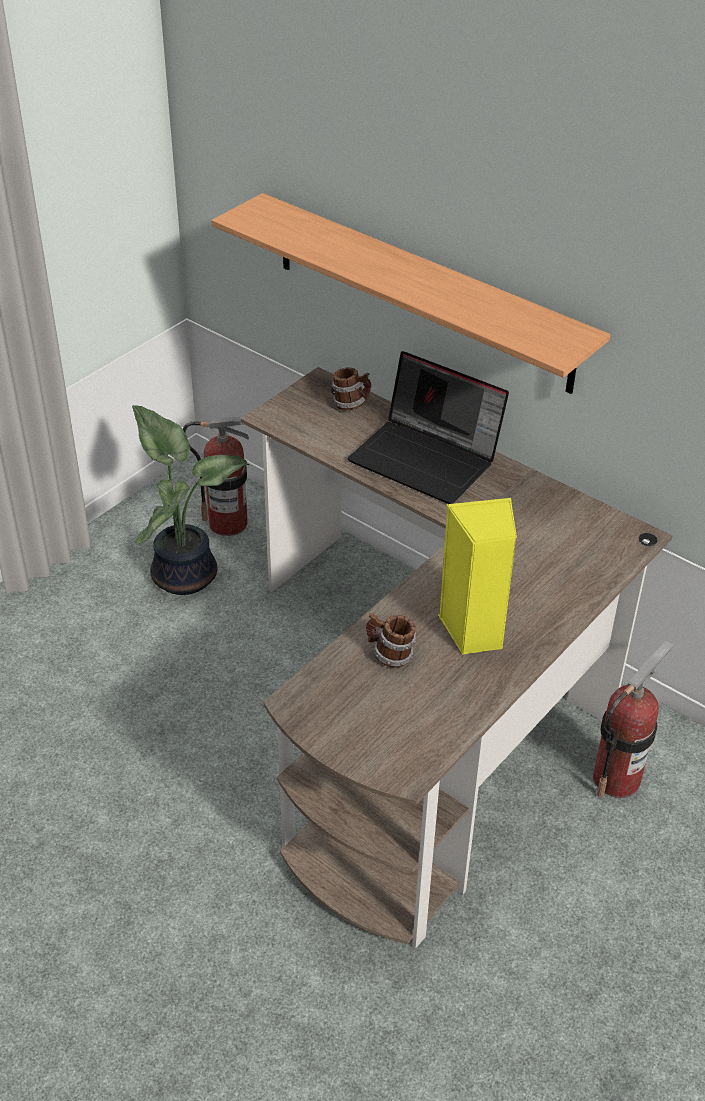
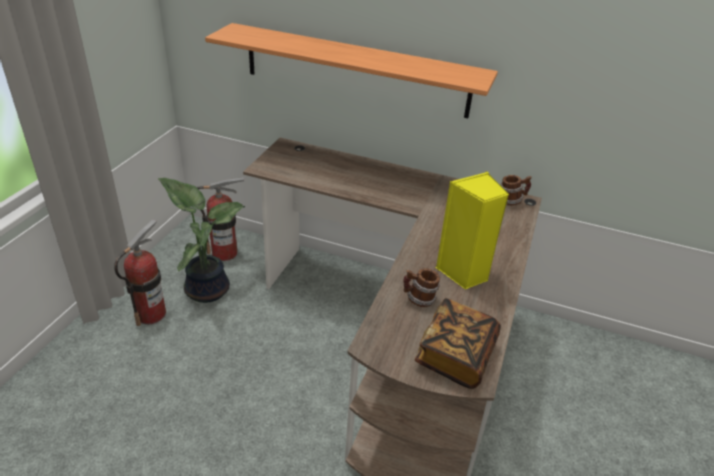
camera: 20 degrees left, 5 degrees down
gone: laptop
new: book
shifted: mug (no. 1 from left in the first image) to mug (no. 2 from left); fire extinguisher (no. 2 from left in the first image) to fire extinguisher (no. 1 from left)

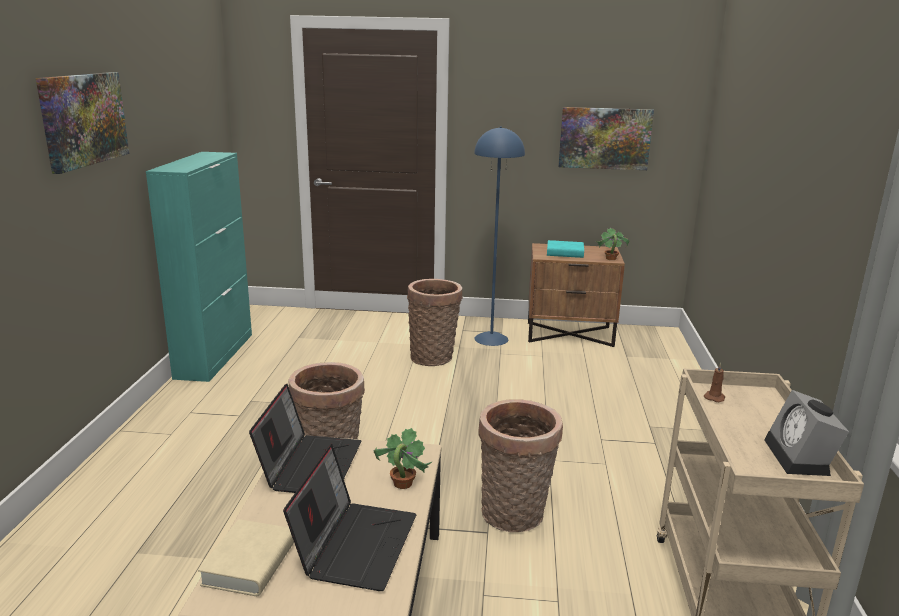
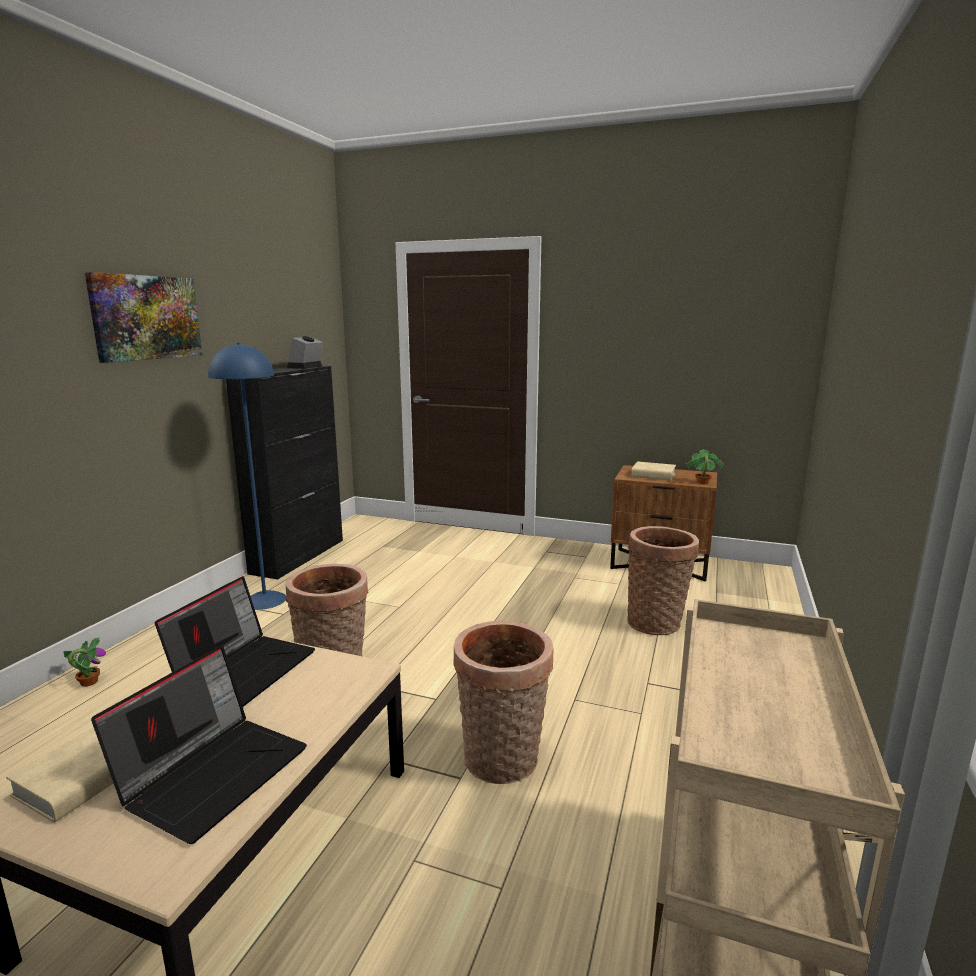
camera: 15 degrees right, 5 degrees down
gone: picture (no. 2 from left); brown candle
shifted: potted plant (no. 1 from left); basket (no. 2 from left in the first image) to basket (no. 3 from left); blue floor lamp; alarm clock
repainted: turquoise cabinet to black cabinet; turquoise book to beige book (no. 2 from left)

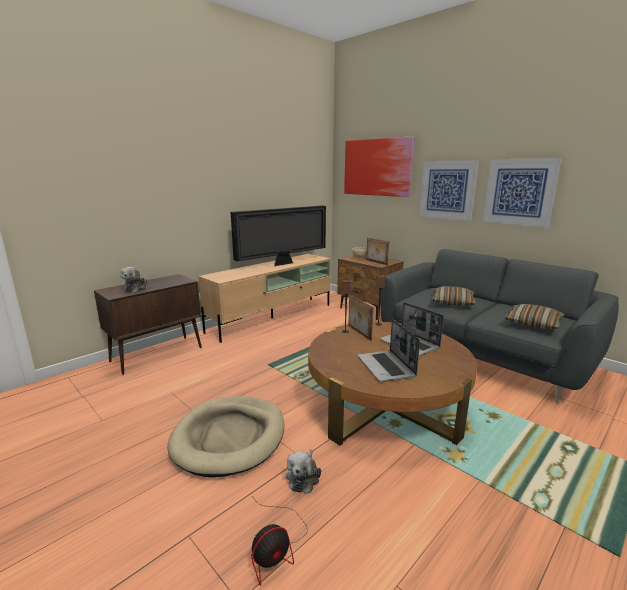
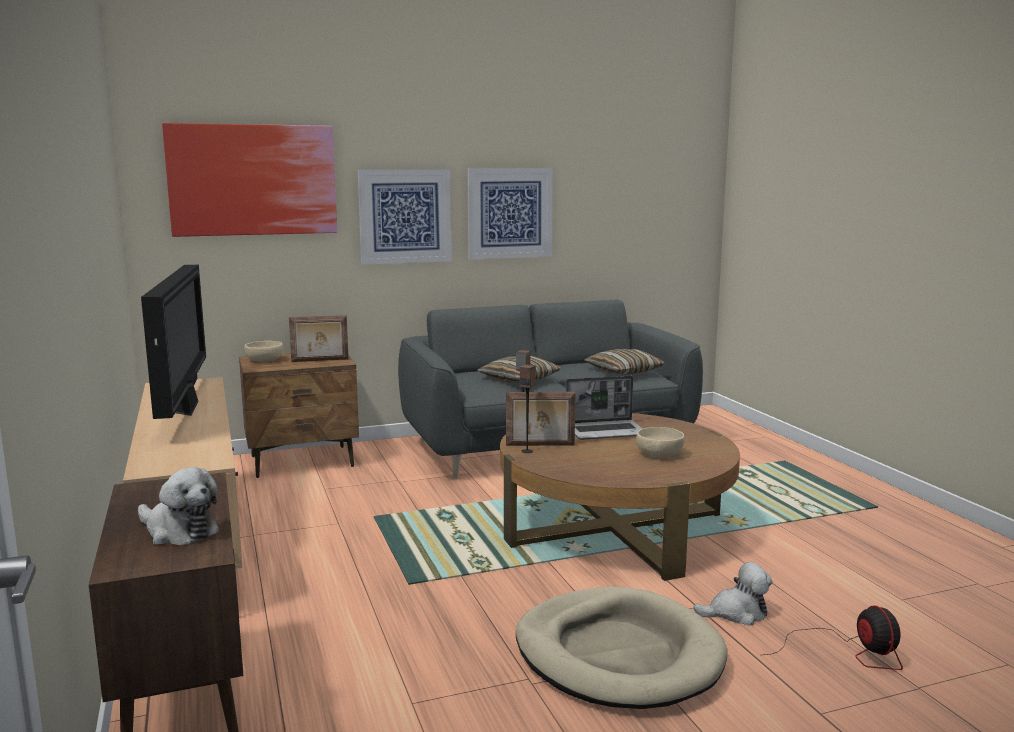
camera: 65 degrees left, 5 degrees down
swapped: laptop (no. 1 from left) to beige bowl (no. 2 from left)
rotated: plush toy (no. 2 from left) 45 degrees counterclockwise

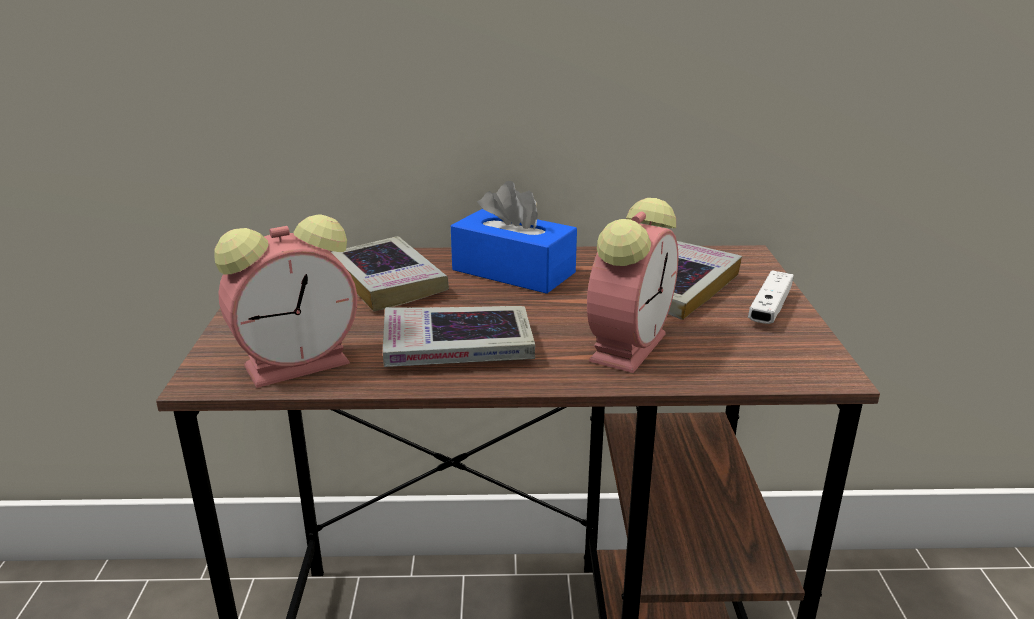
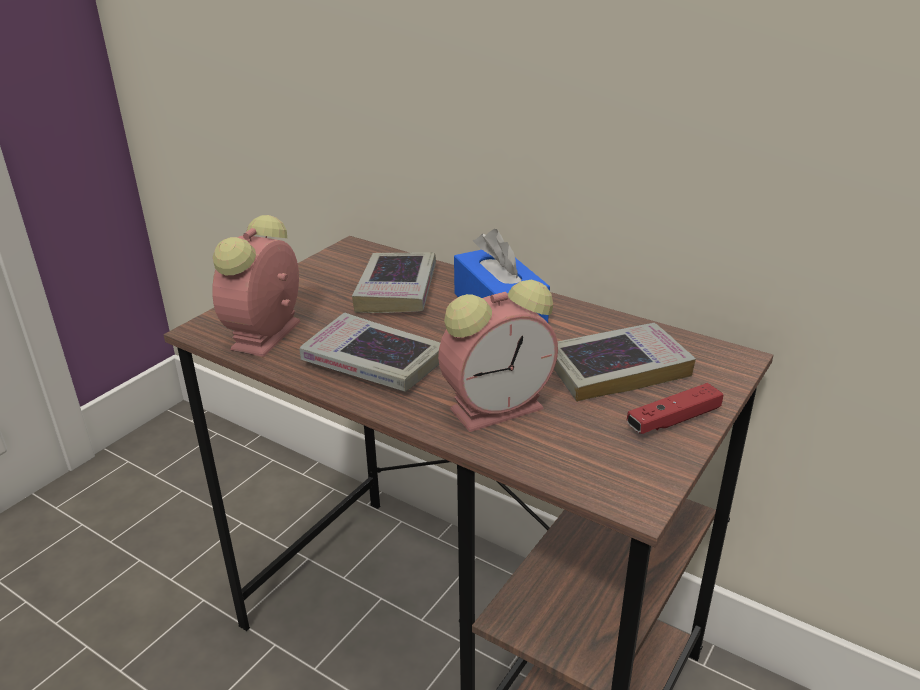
camera: 35 degrees right, 5 degrees up
repainted: white game controller to red game controller
rotated: alarm clock (no. 1 from left) 105 degrees clockwise

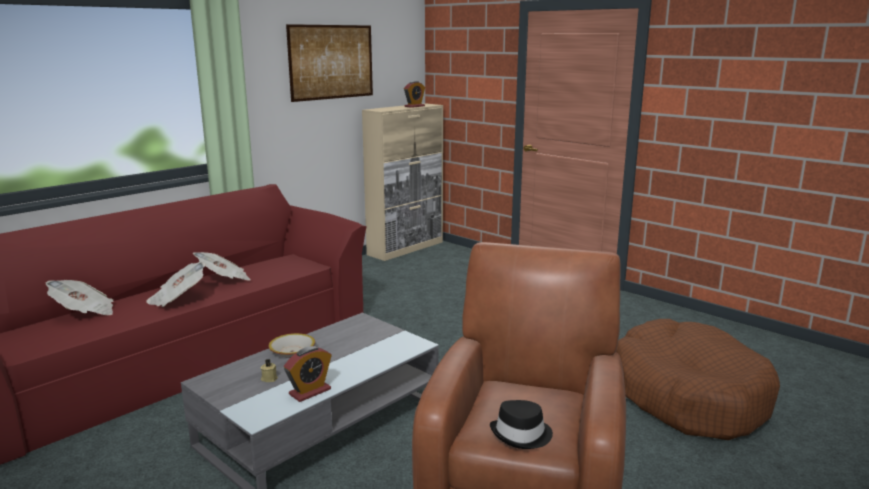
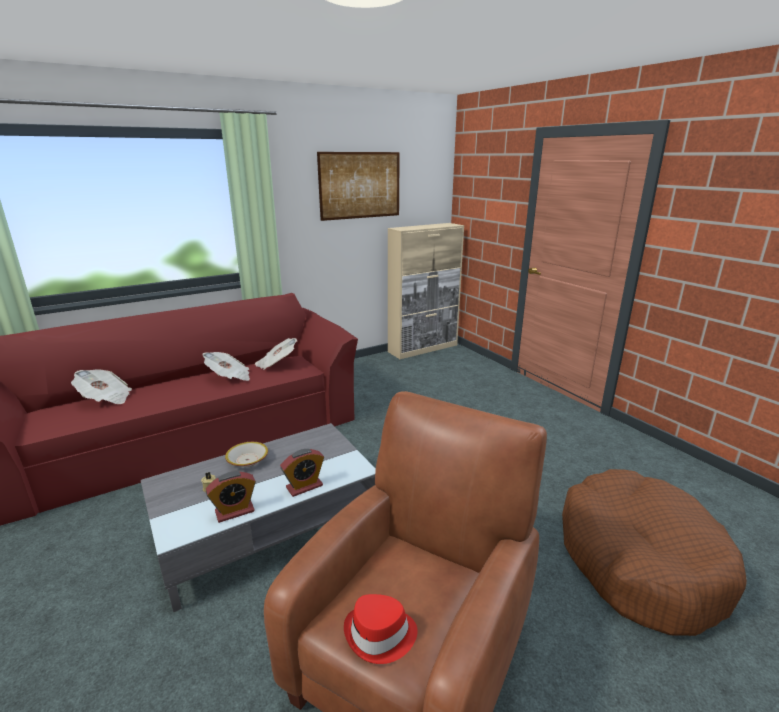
camera: 15 degrees right, 5 degrees up
shifted: newspaper (no. 2 from left in the first image) to newspaper (no. 3 from left); alarm clock (no. 2 from left)
repainted: black hat to red hat

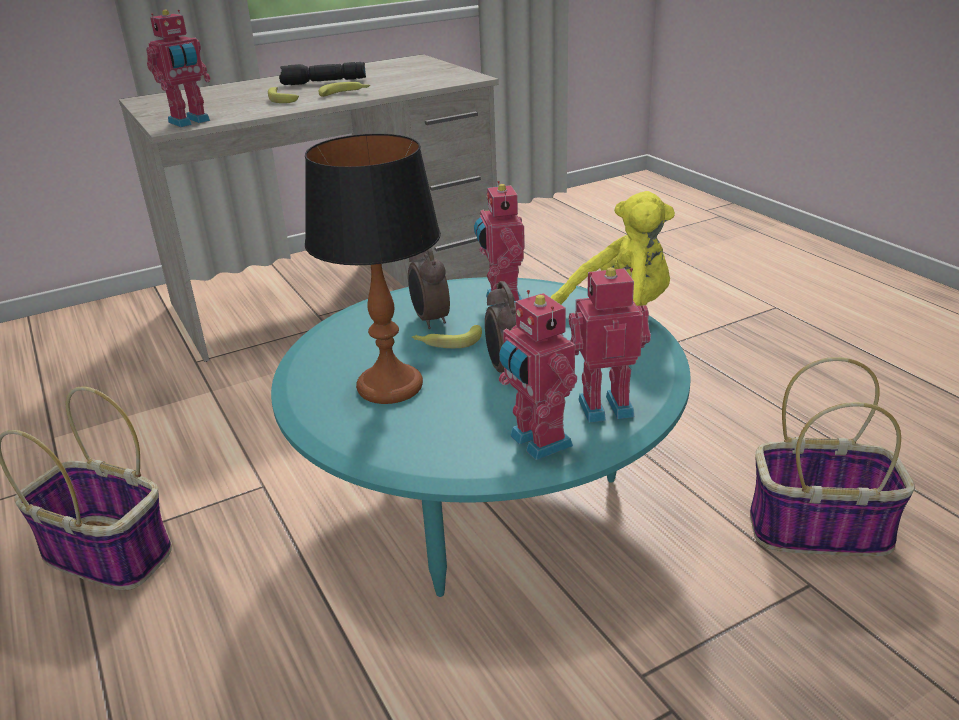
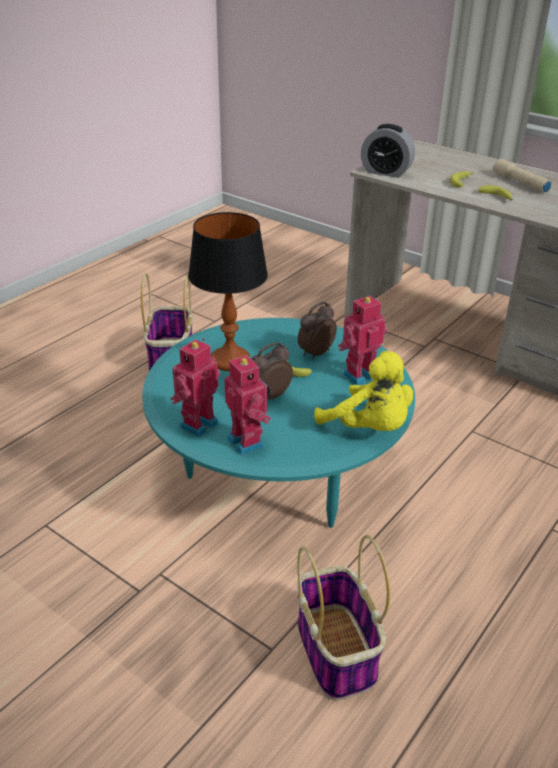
camera: 65 degrees right, 5 degrees up
swapped: toy robot (no. 1 from left) to alarm clock (no. 3 from left)
repainted: black flashlight to beige flashlight

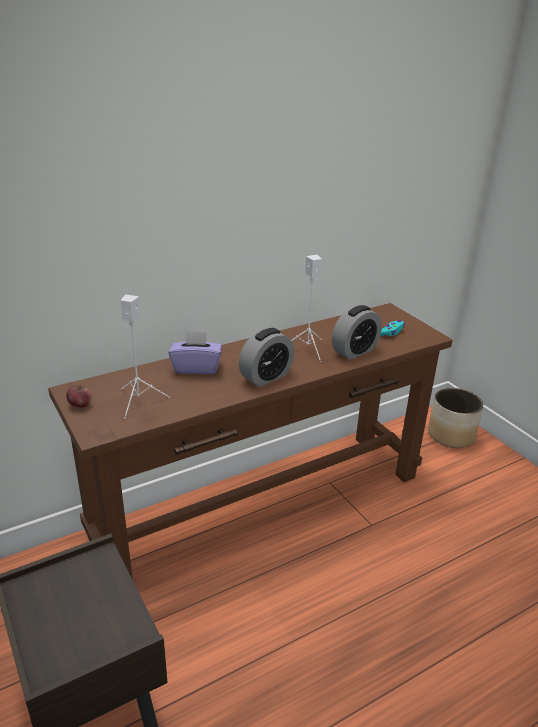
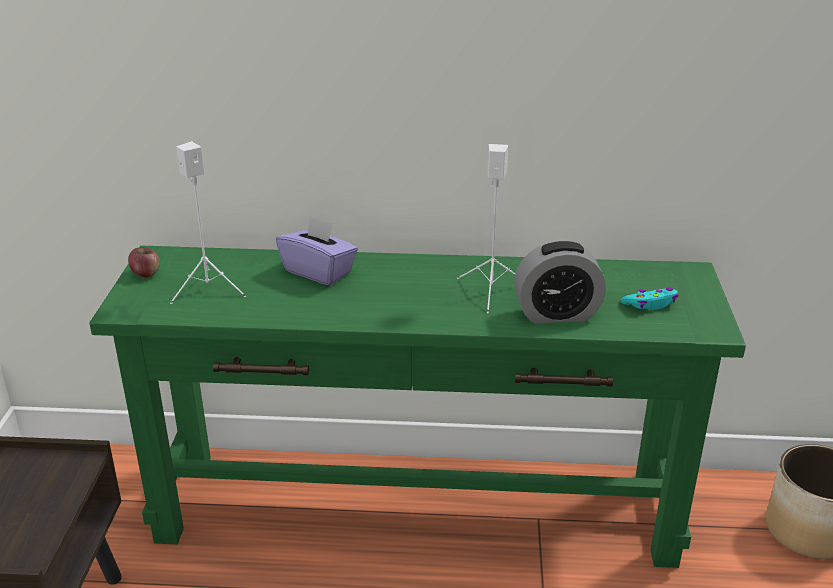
camera: 35 degrees right, 0 degrees up
gone: alarm clock (no. 1 from left)
repainted: brown console table to green console table

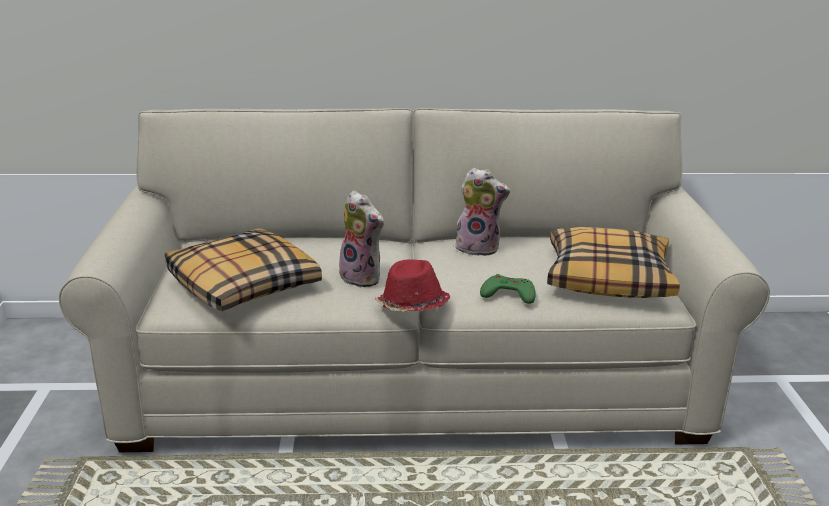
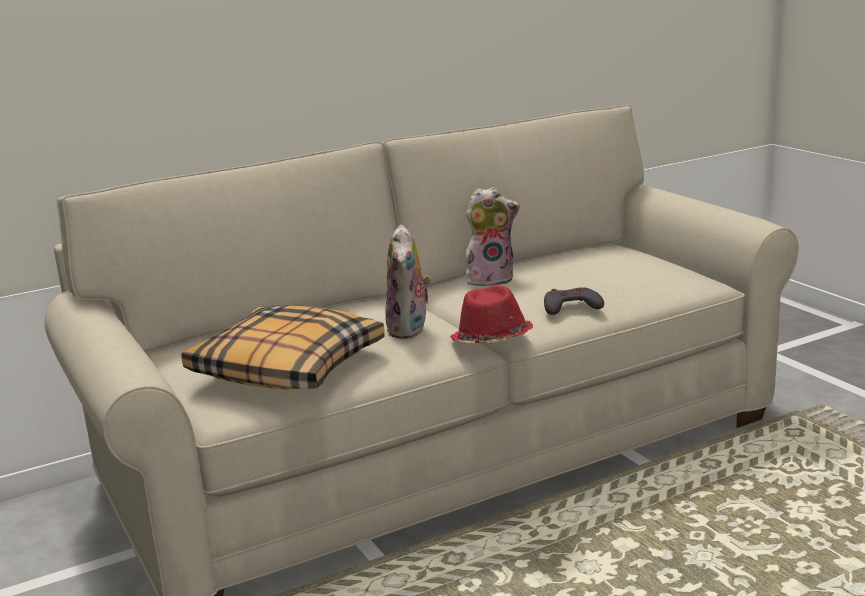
camera: 25 degrees left, 5 degrees down
gone: pillow (no. 2 from left)
repainted: green game controller to grey game controller
rotated: plush toy (no. 1 from left) 75 degrees clockwise

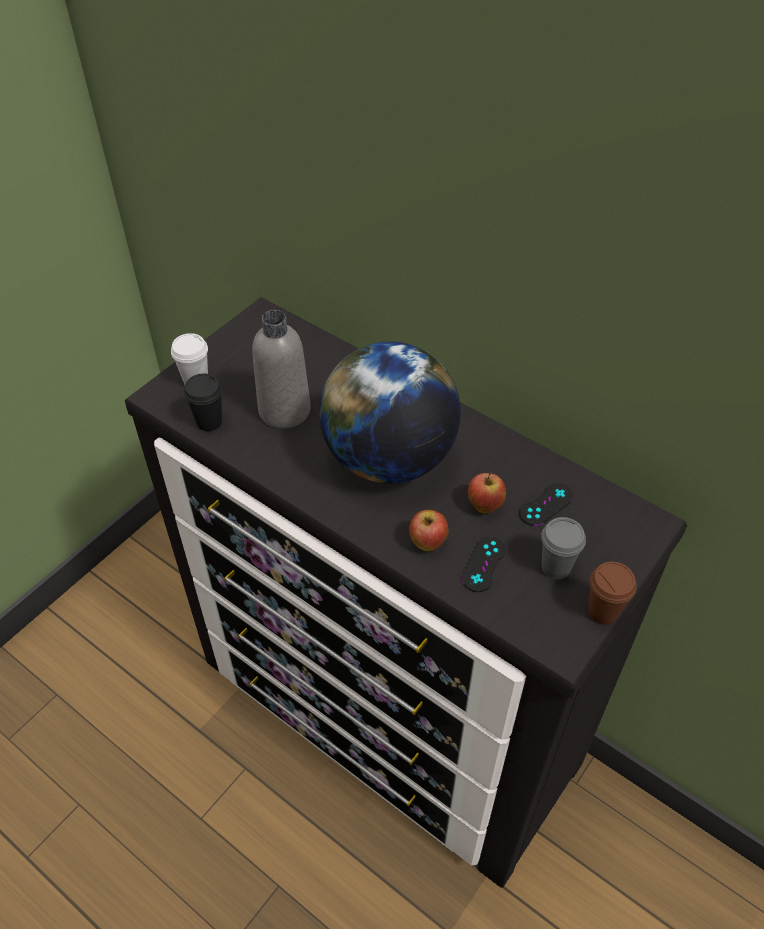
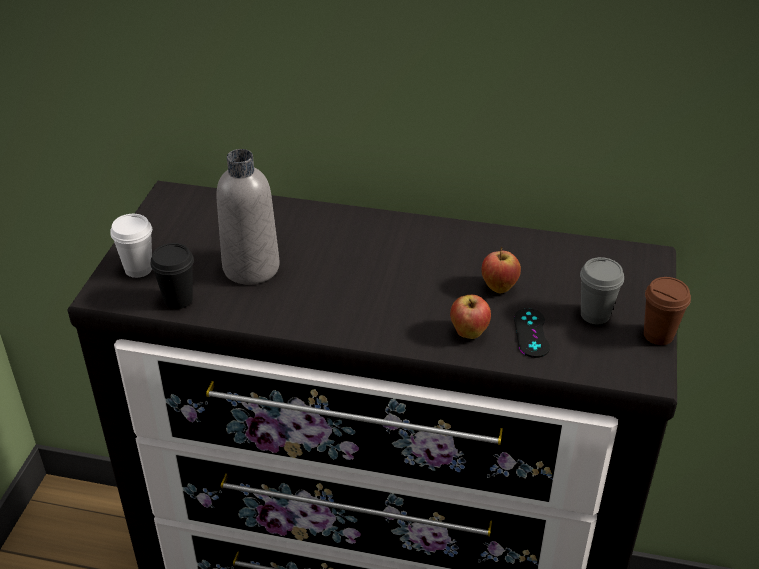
camera: 25 degrees left, 10 degrees down
gone: globe; black game controller (no. 2 from left)

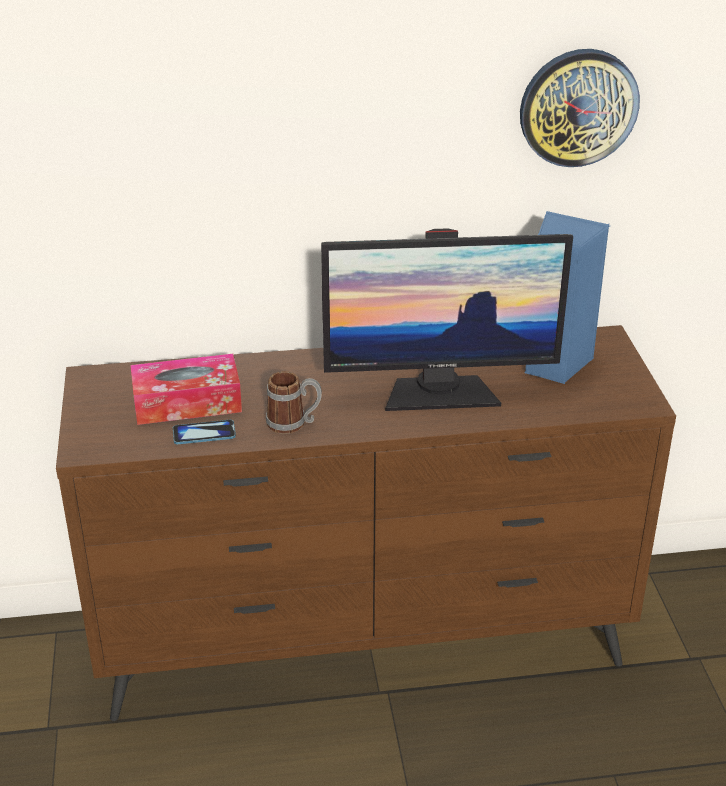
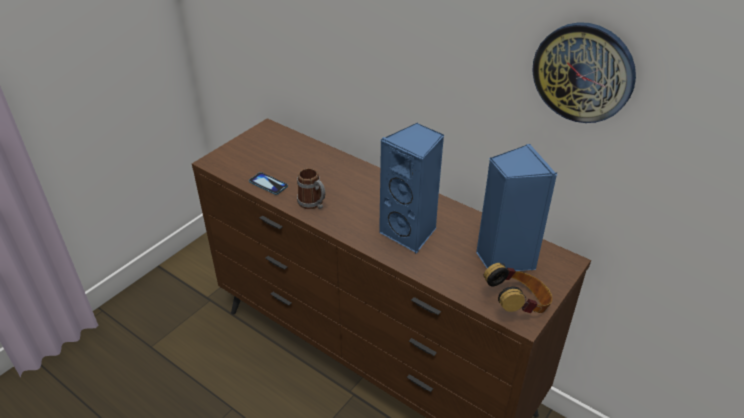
camera: 45 degrees right, 5 degrees up
gone: tissue box
new: headphones
swapped: monitor to blue speaker (no. 1 from left)

